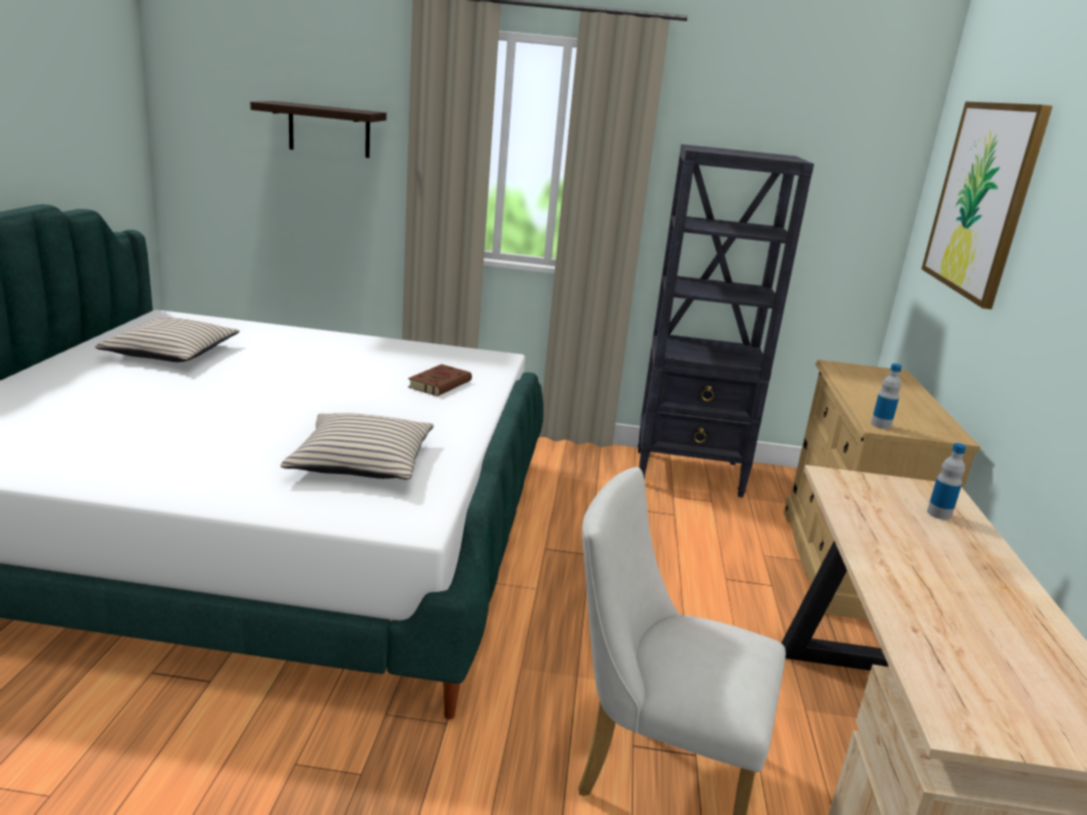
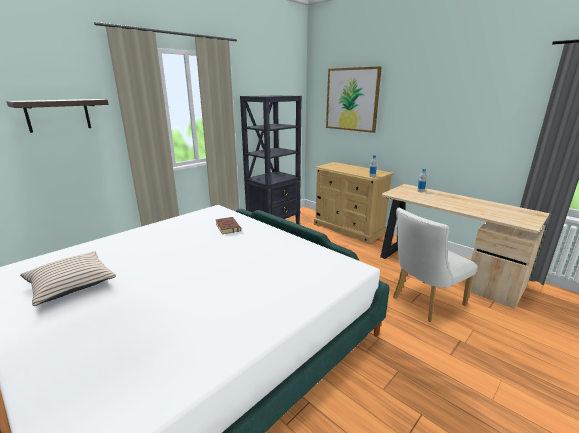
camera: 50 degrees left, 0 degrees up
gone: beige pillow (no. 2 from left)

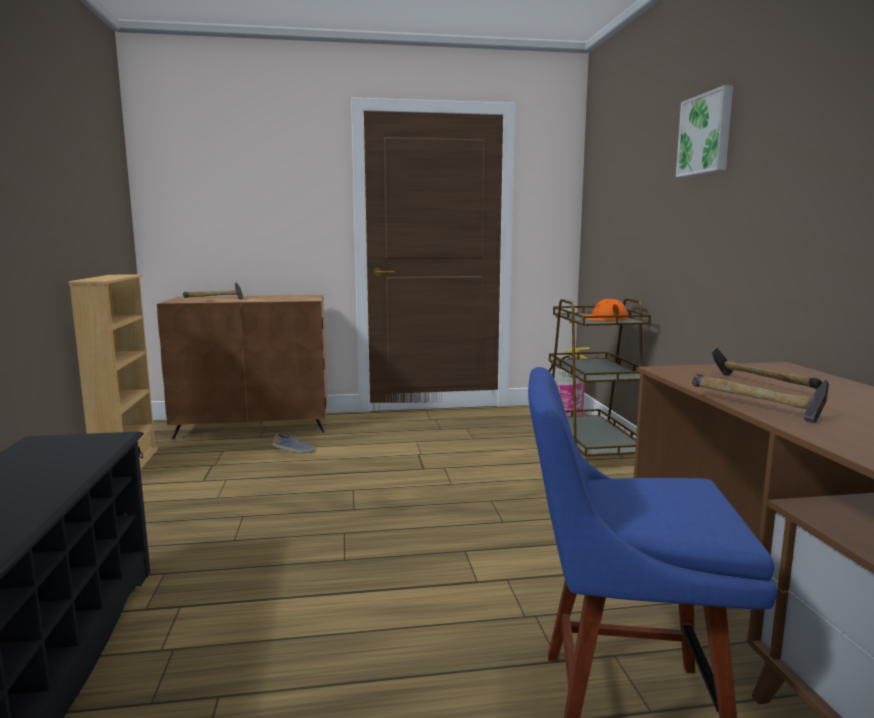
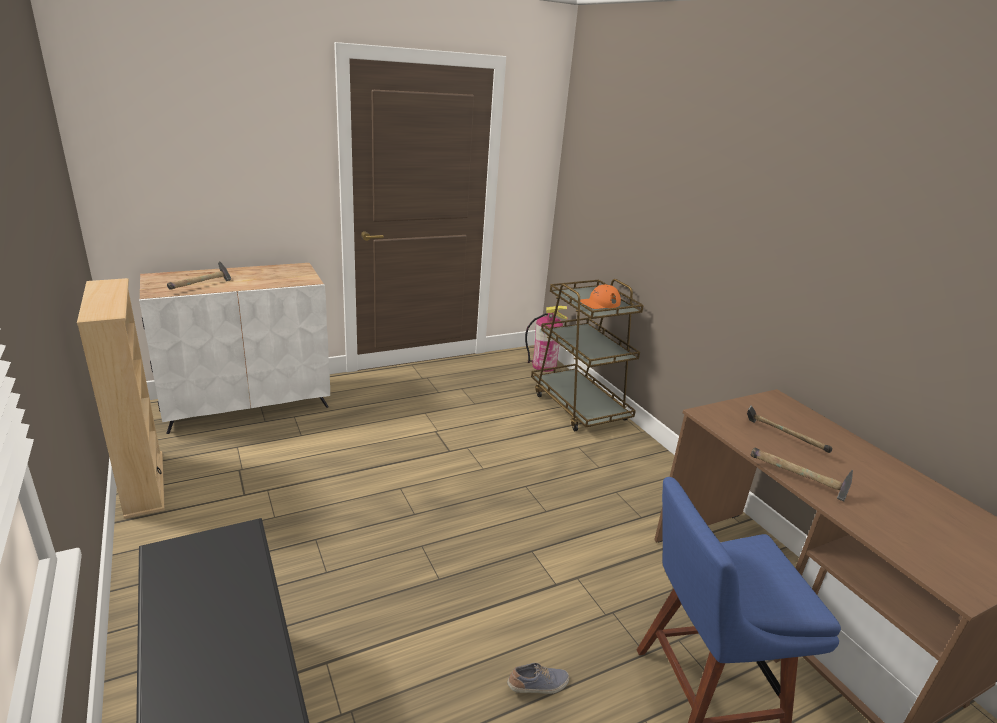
camera: 20 degrees left, 15 degrees up
gone: picture
shifted: shoe
repainted: brown cabinet to white cabinet

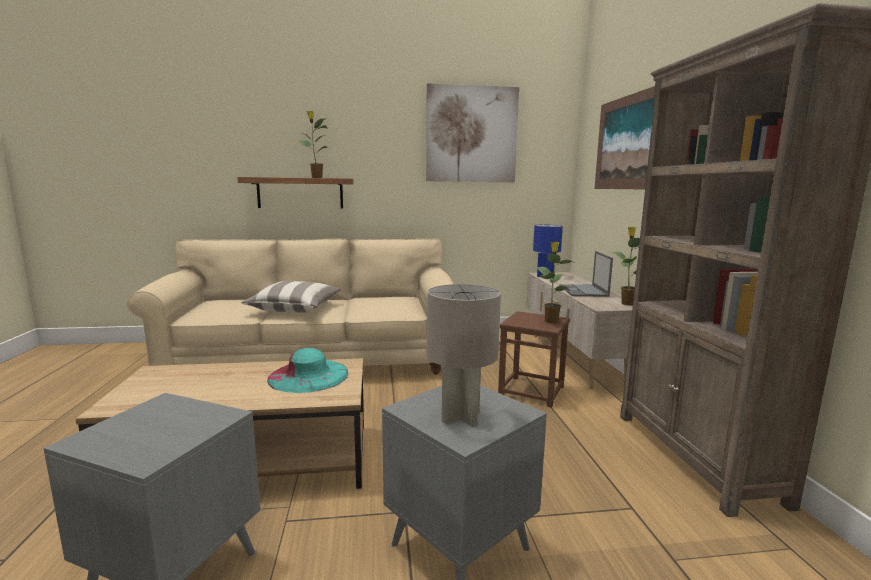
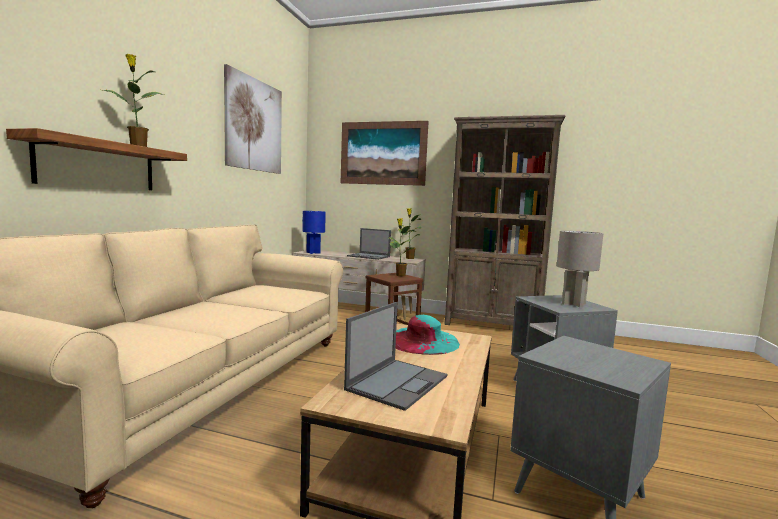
camera: 65 degrees left, 5 degrees down
gone: pillow
new: laptop (no. 2 from left)

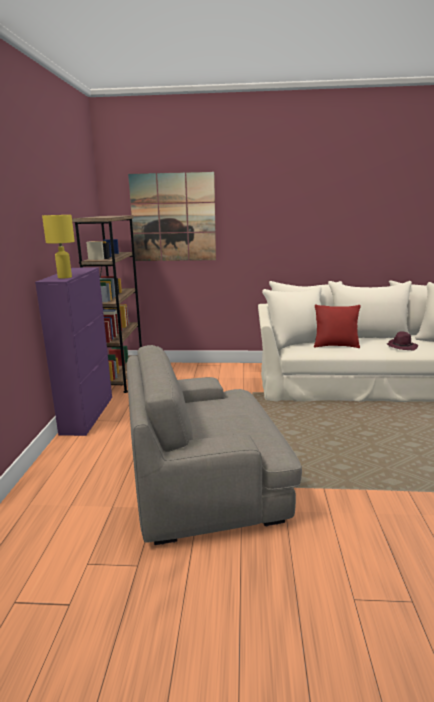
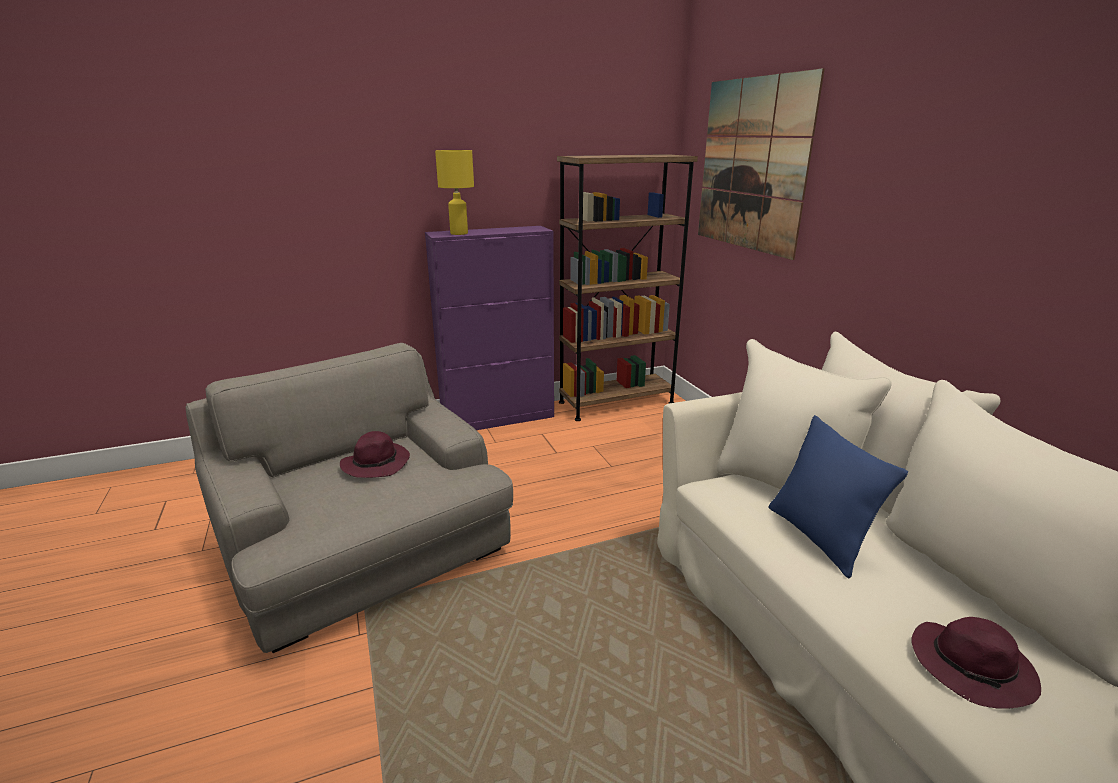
camera: 65 degrees right, 5 degrees up
new: purple hat (no. 1 from left)
repainted: red pillow to blue pillow

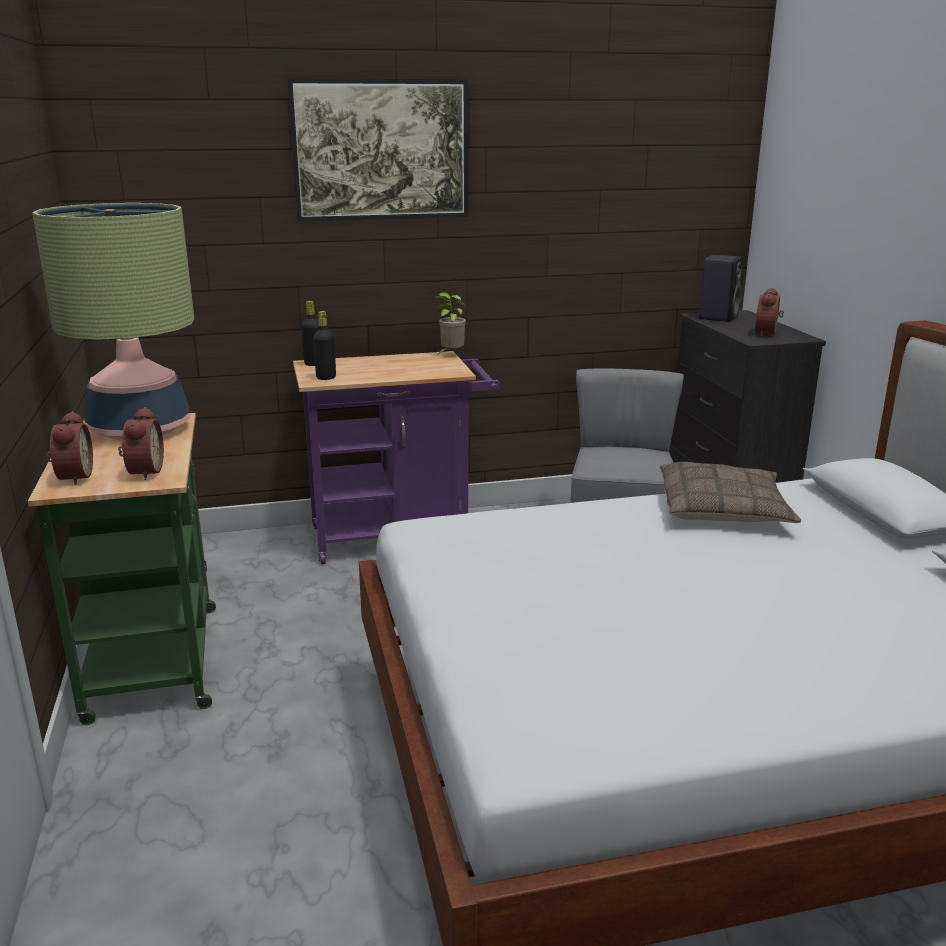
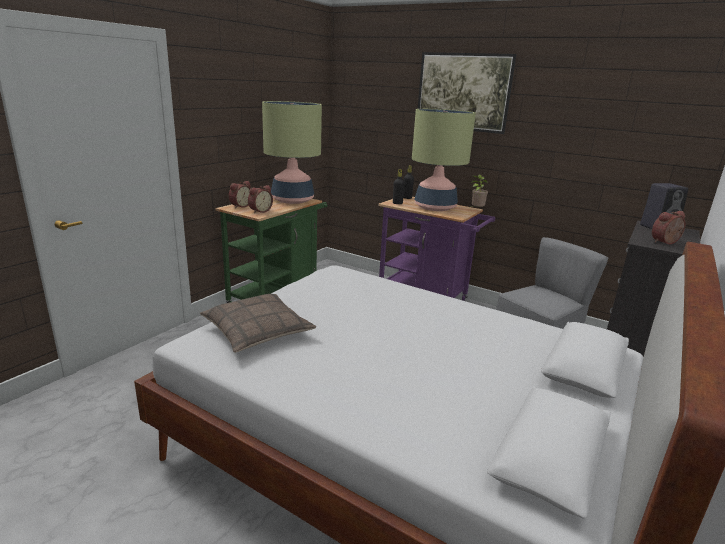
camera: 45 degrees right, 0 degrees up
new: table lamp (no. 2 from left)
shifted: pillow

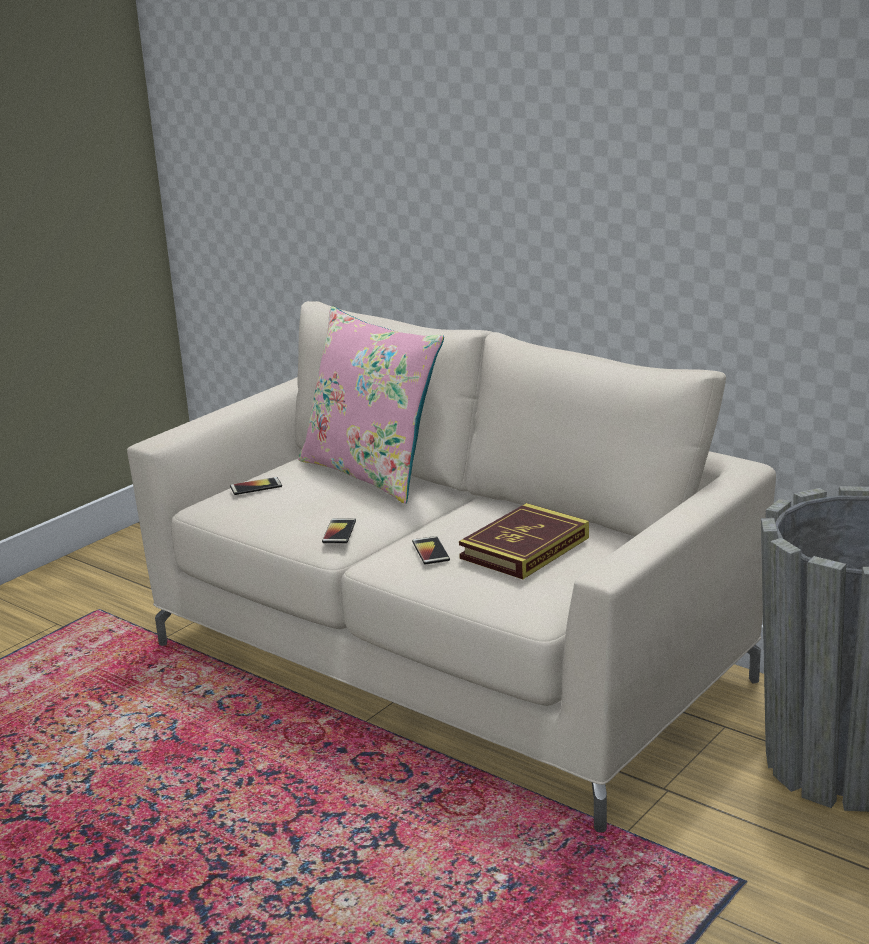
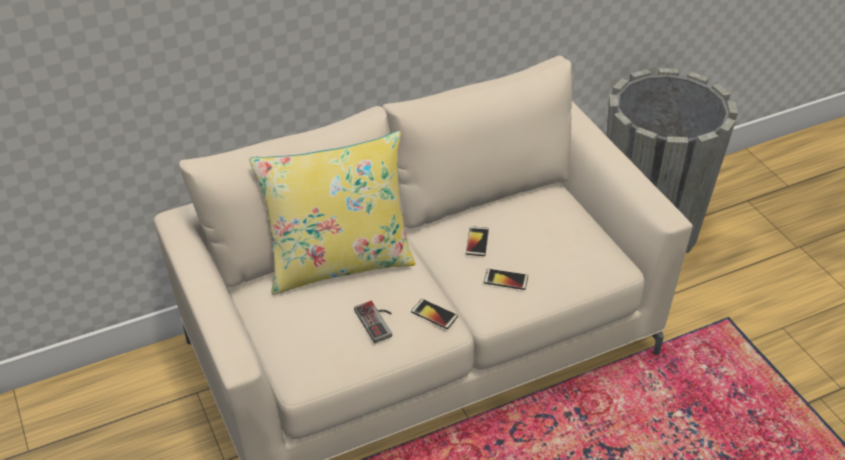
camera: 65 degrees left, 20 degrees up
gone: book
new: game controller
shifted: phone (no. 1 from left in the first image) to phone (no. 2 from left)
repainted: pink pillow to yellow pillow

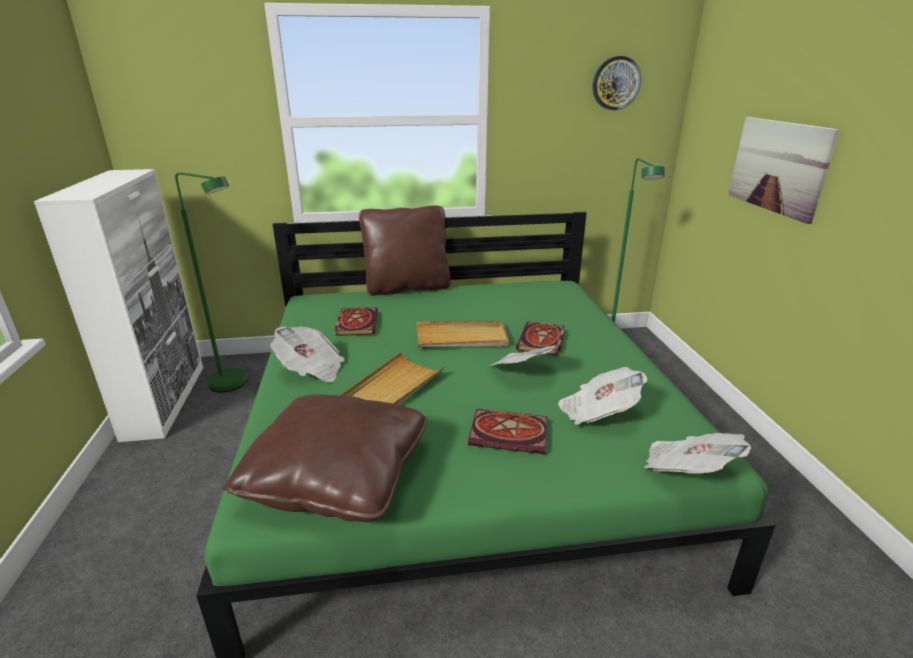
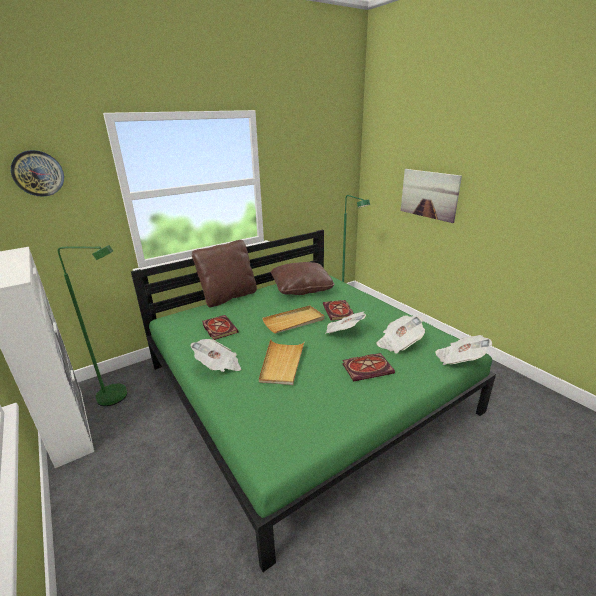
camera: 25 degrees left, 0 degrees up
shifted: brown pillow (no. 1 from left in the first image) to brown pillow (no. 2 from left); wall clock

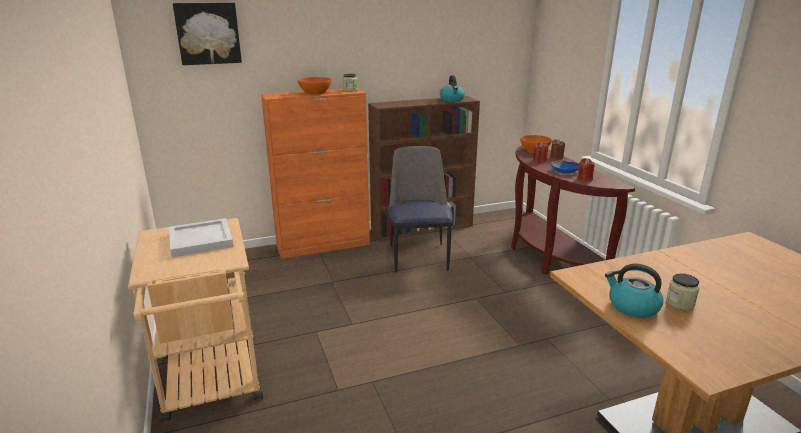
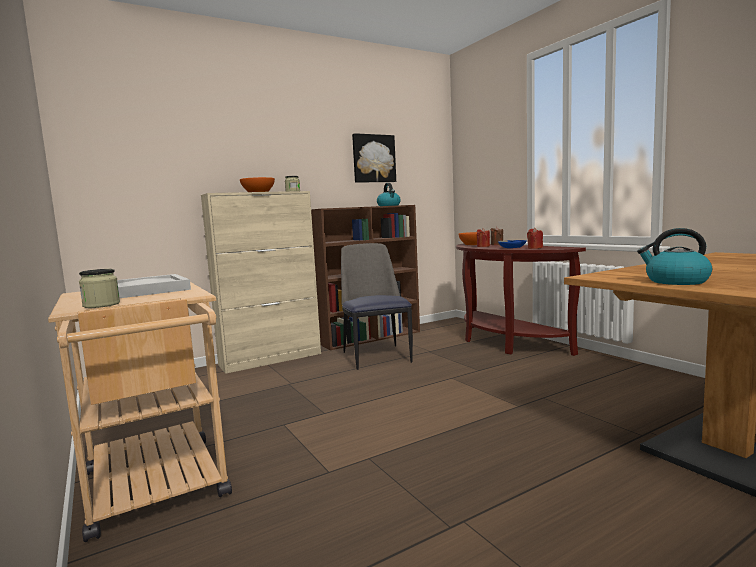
camera: 10 degrees left, 15 degrees down
shifted: picture; jar (no. 2 from left in the first image) to jar (no. 1 from left)
repainted: orange cabinet to beige cabinet

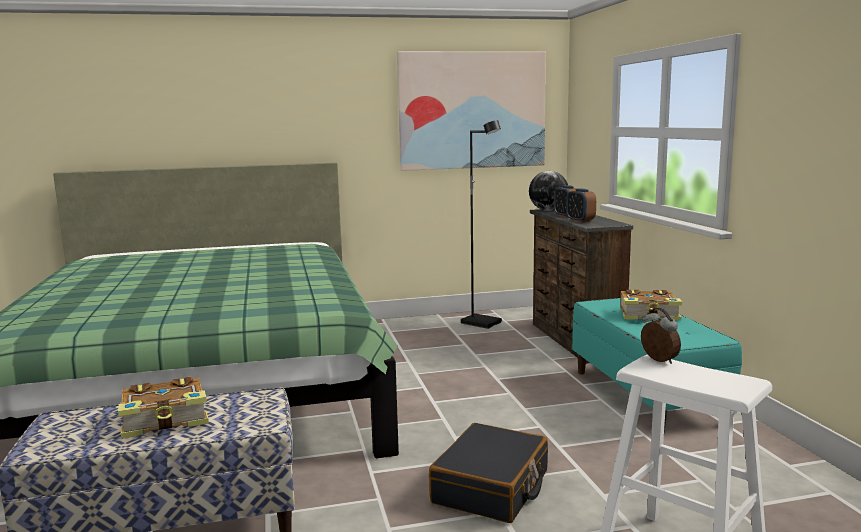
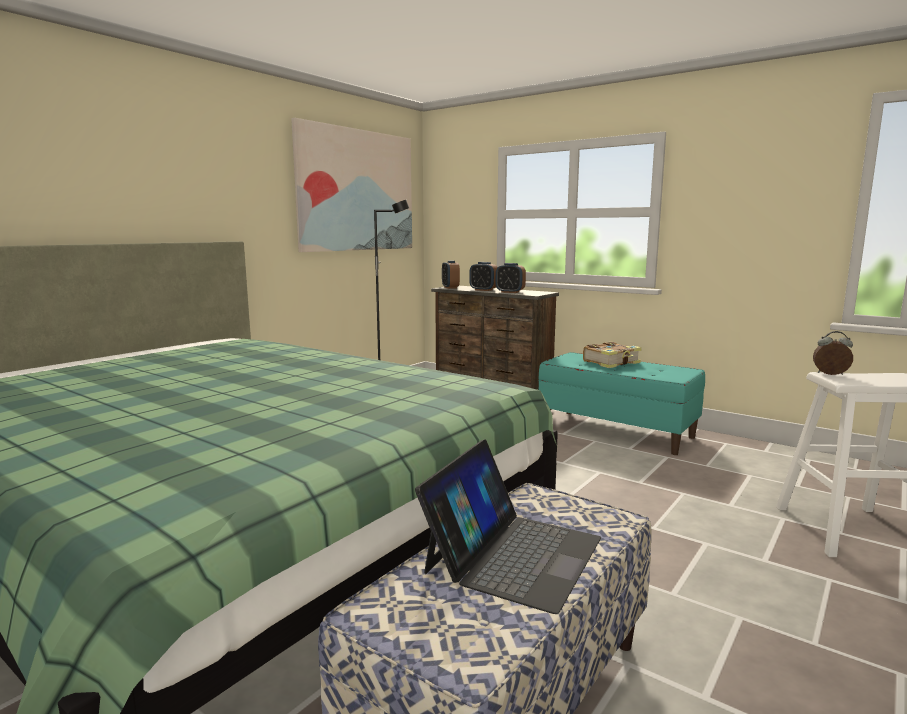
camera: 40 degrees left, 0 degrees up
gone: black suitcase
swapped: book (no. 1 from left) to laptop; globe to alarm clock (no. 1 from left)

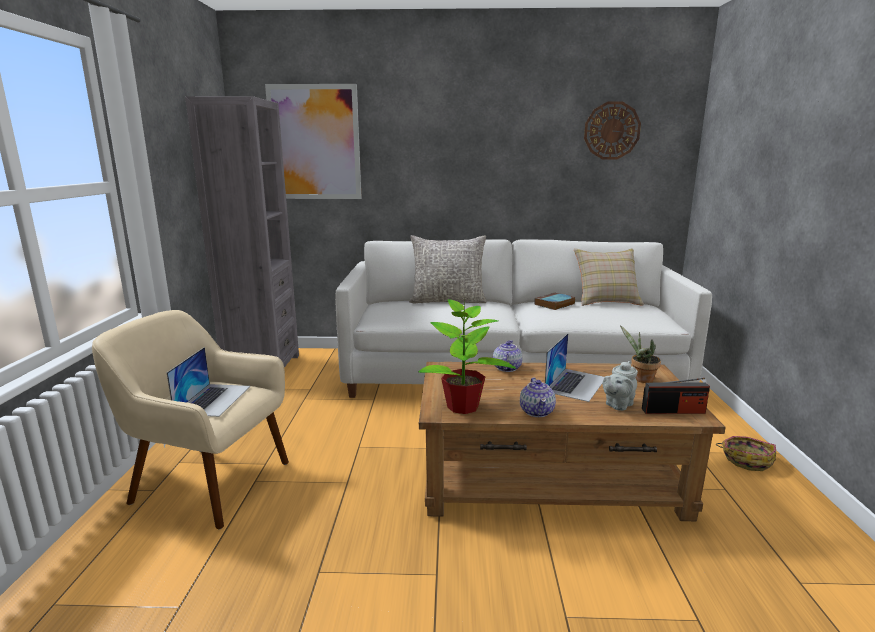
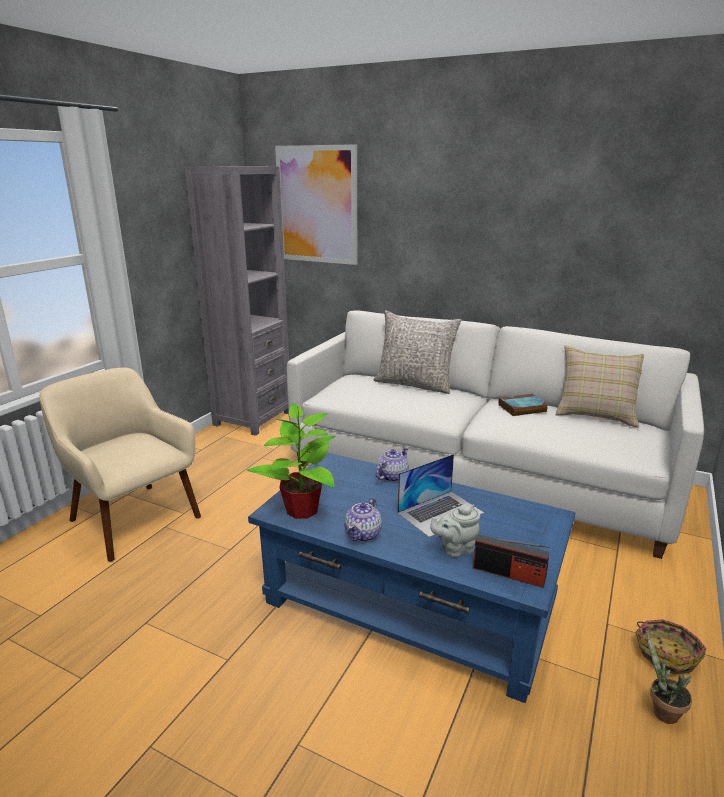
camera: 25 degrees right, 5 degrees up
gone: laptop (no. 1 from left); wall clock
shifted: potted plant (no. 2 from left)
repainted: brown coffee table to blue coffee table

